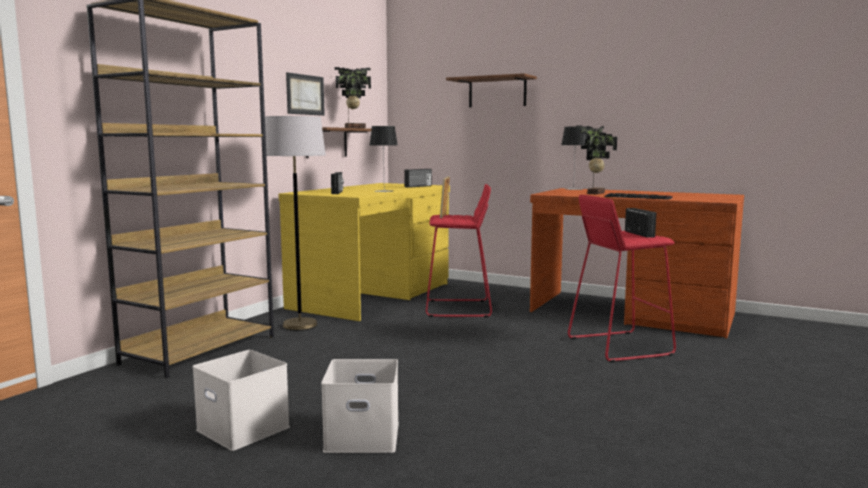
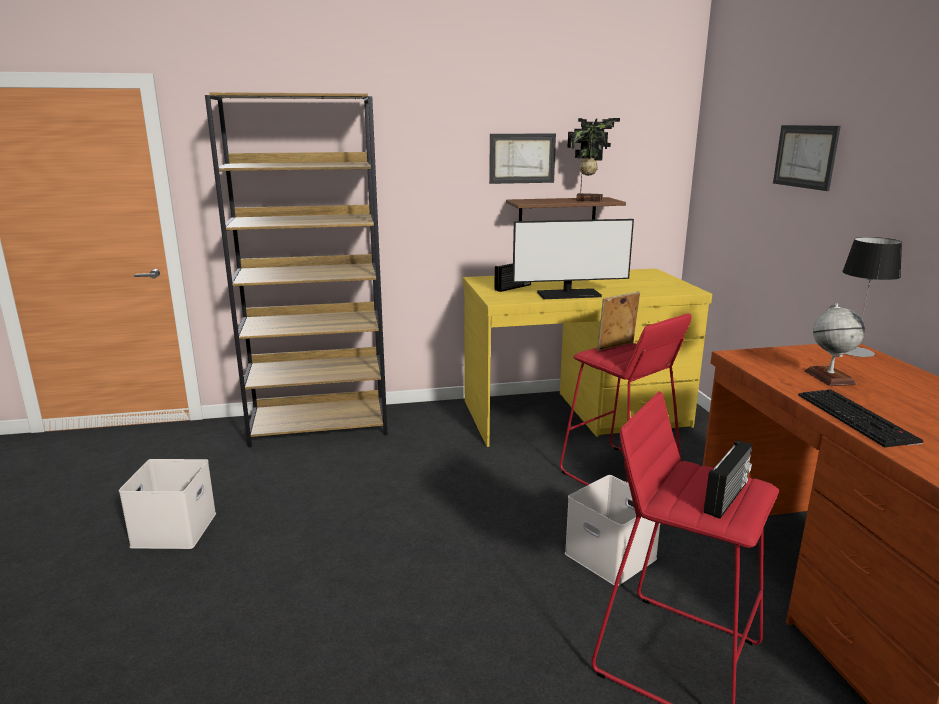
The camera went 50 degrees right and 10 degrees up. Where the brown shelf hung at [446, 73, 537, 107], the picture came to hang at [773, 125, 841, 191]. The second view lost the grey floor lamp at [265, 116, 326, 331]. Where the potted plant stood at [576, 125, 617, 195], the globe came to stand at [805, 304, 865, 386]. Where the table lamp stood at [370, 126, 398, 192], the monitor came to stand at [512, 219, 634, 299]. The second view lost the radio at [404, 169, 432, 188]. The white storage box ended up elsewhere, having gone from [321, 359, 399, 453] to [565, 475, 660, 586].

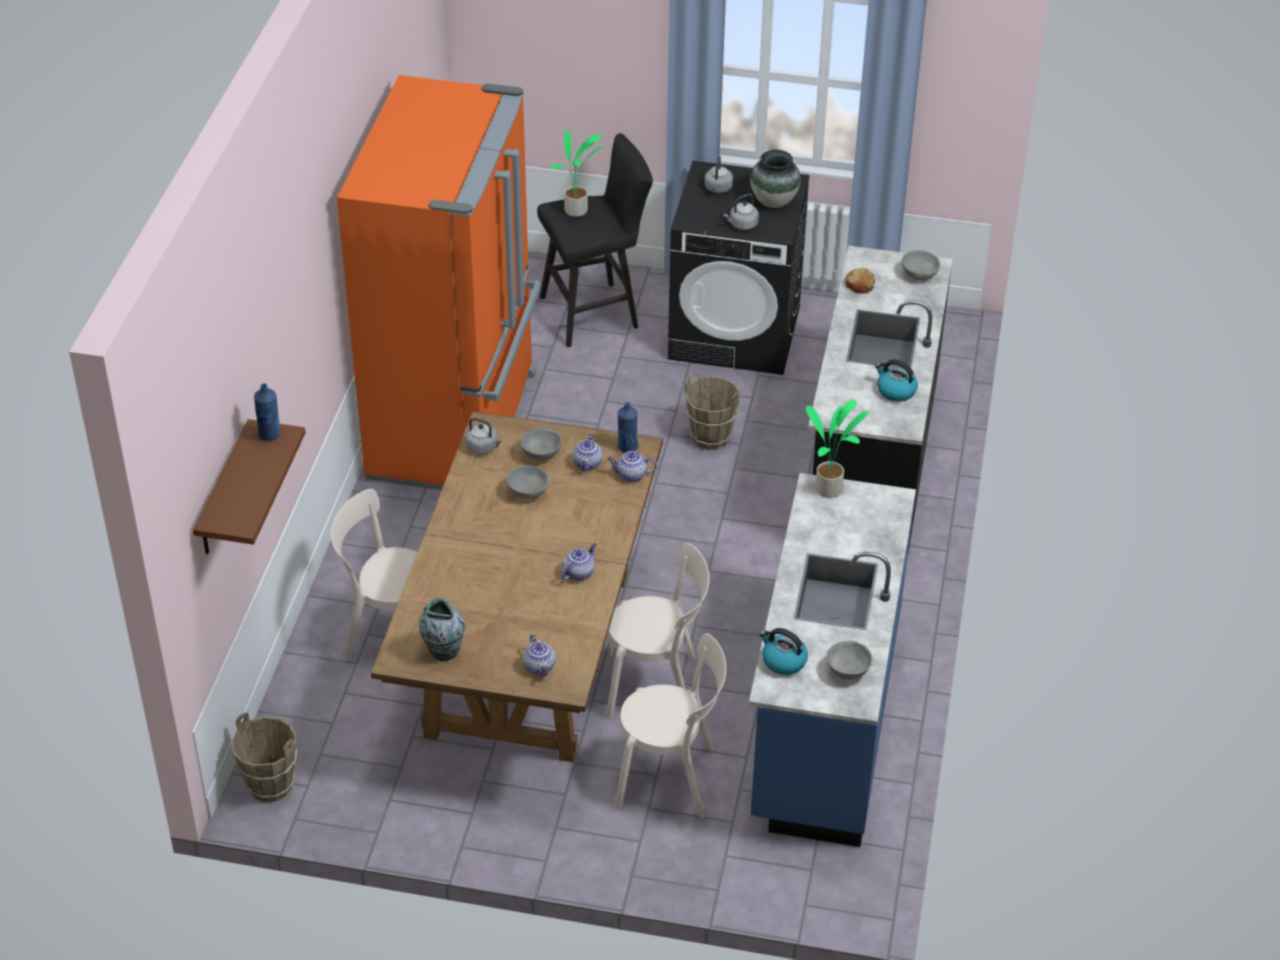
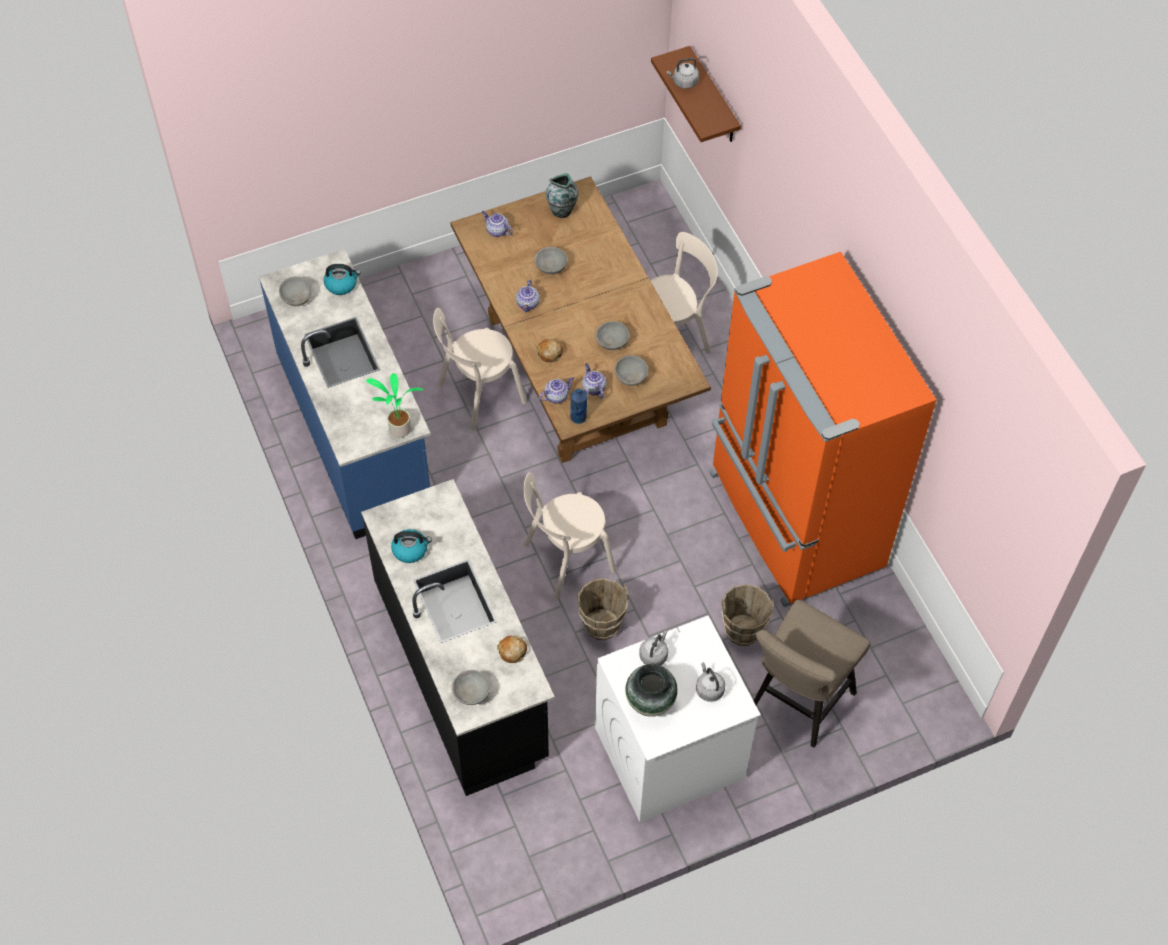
The camera went 145 degrees right and 15 degrees up. The second view lost the potted plant at [550, 130, 602, 217]. What was the black stool at [537, 133, 653, 347] turned into the beige stool at [754, 600, 871, 748]. What was the black washing machine at [668, 161, 810, 375] turned into the white washing machine at [595, 616, 761, 822]. The second view lost the blue bottle at [254, 383, 280, 441]. The grey kettle ended up elsewhere, having gone from [466, 418, 503, 455] to [666, 58, 699, 89]. The beige chair ended up elsewhere, having gone from [615, 633, 726, 818] to [523, 472, 616, 599]. The brown bucket ended up elsewhere, having gone from [231, 712, 298, 802] to [721, 584, 773, 646]. The second view gained the grey bowl at [535, 247, 568, 275]. The second view gained the bread at [536, 339, 563, 363].

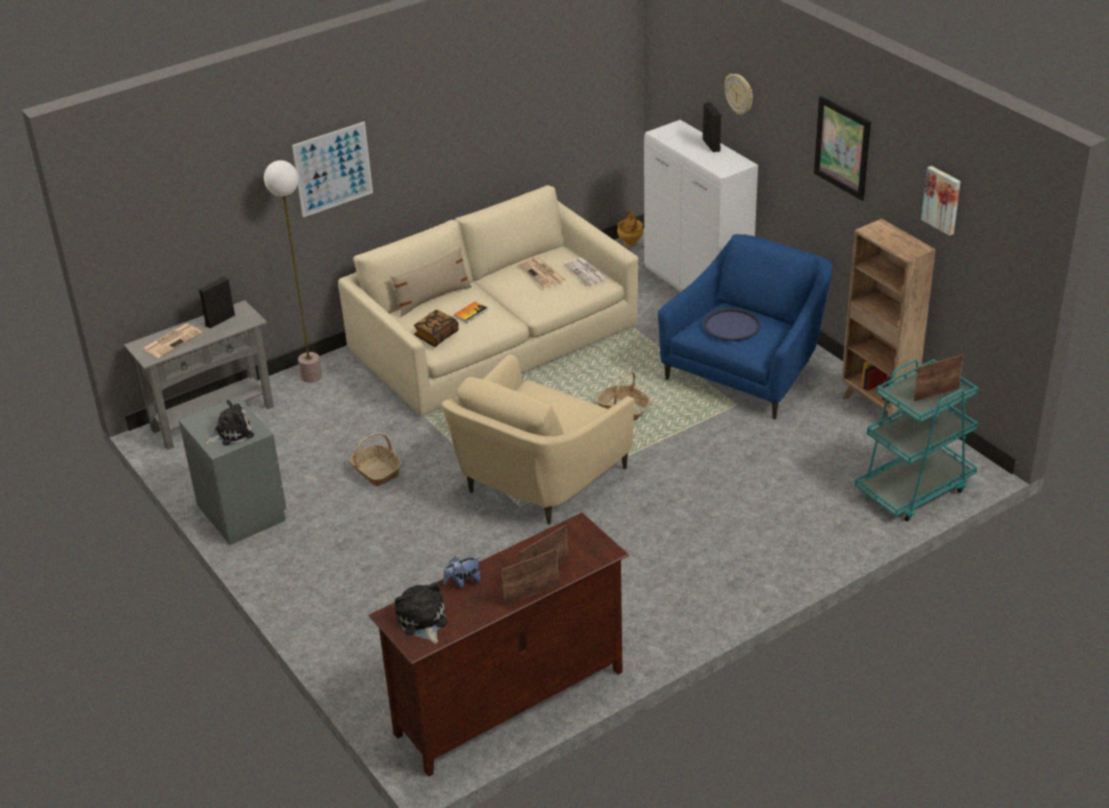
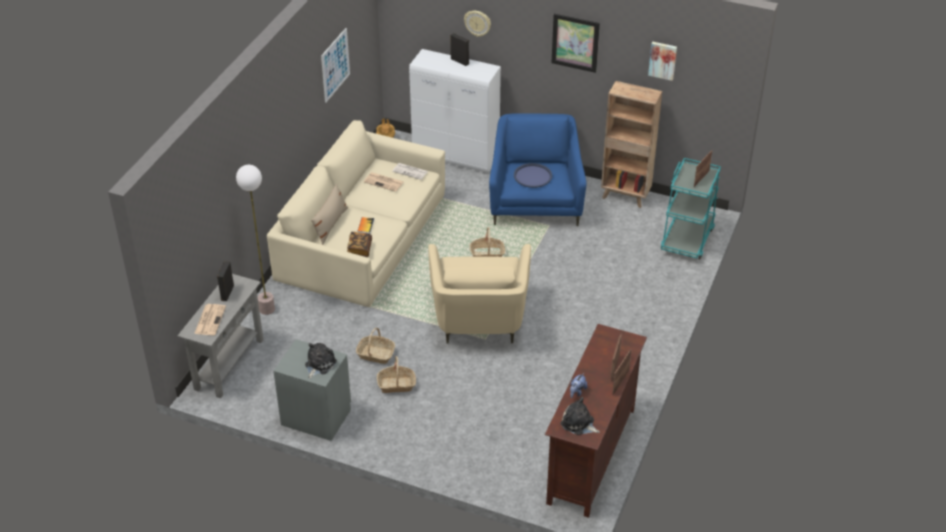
The camera went 35 degrees left and 5 degrees up. The picture ended up elsewhere, having gone from [292, 122, 373, 217] to [321, 28, 350, 103]. The second view gained the basket at [377, 356, 416, 393].

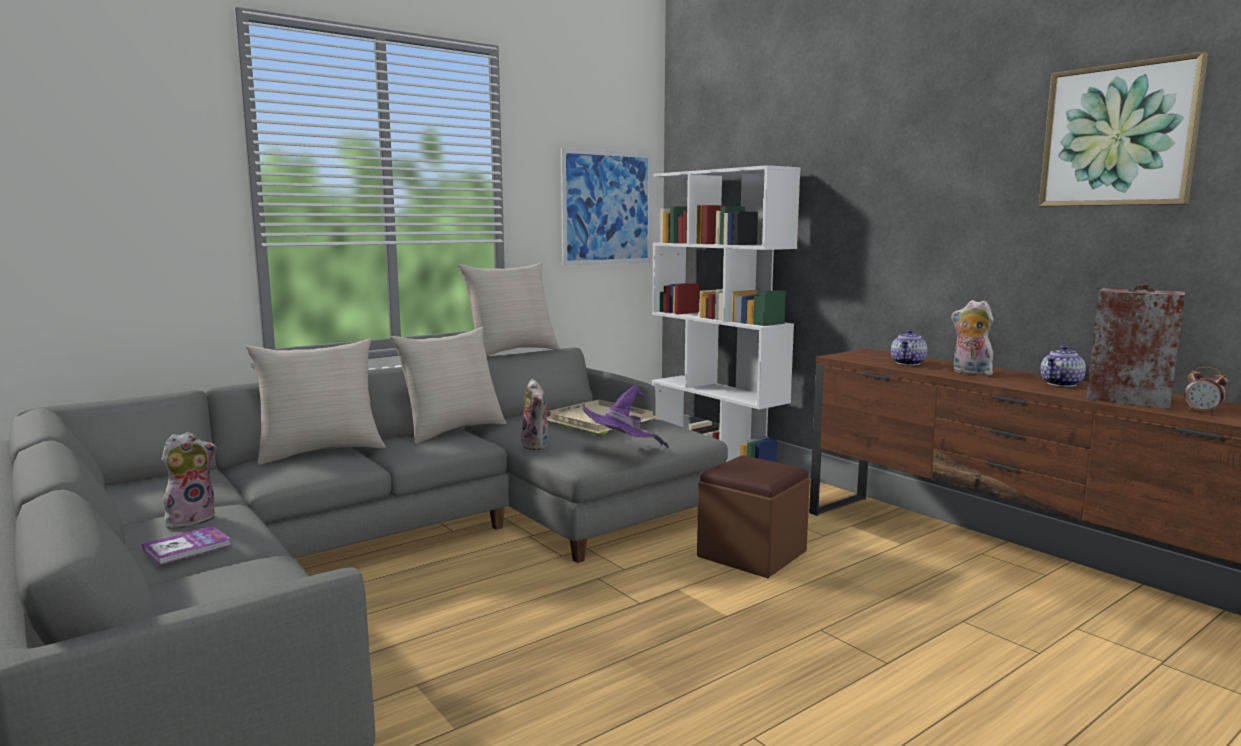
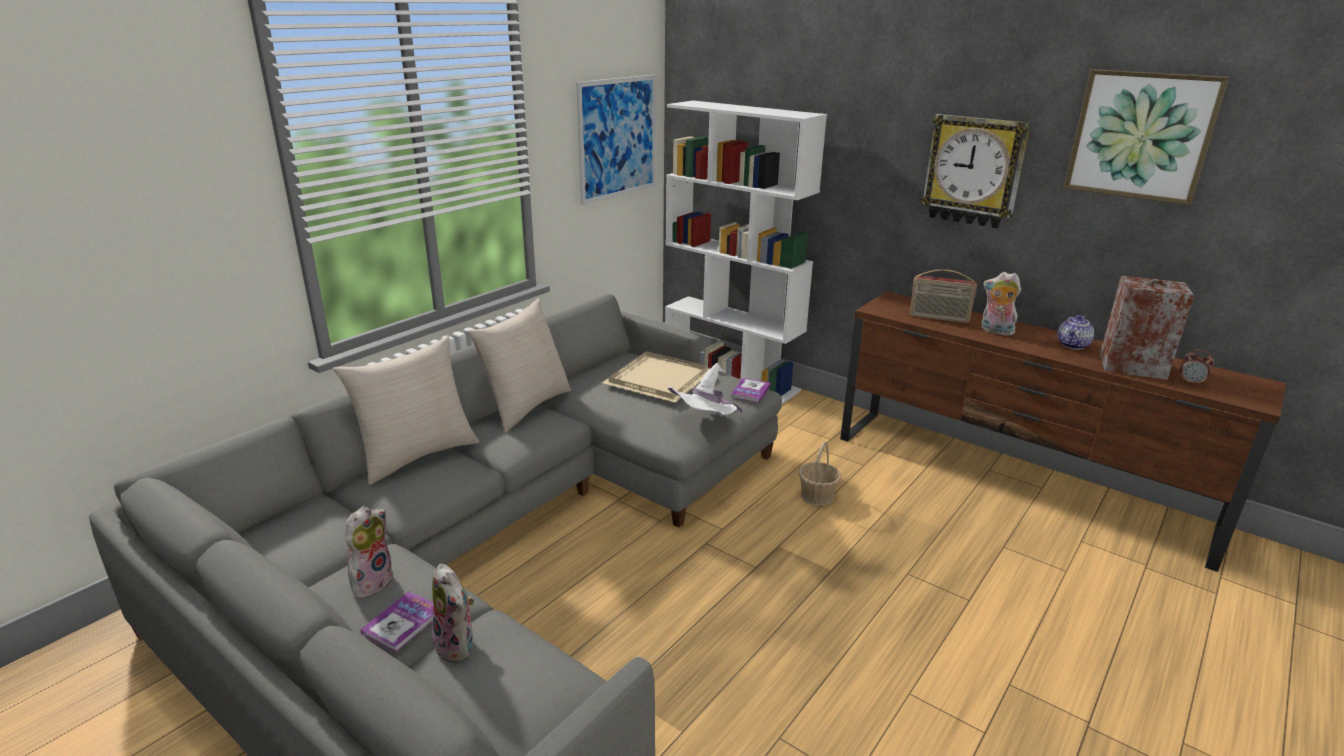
The camera went 15 degrees left and 15 degrees up. The second view lost the beige pillow at [458, 262, 560, 356]. Where the teapot stood at [891, 329, 928, 365], the radio came to stand at [909, 269, 977, 323]. The plush toy ended up elsewhere, having gone from [521, 379, 551, 450] to [432, 564, 474, 662]. What was the purple hat at [582, 385, 669, 449] turned into the white hat at [667, 363, 743, 415]. Where the brown ottoman stood at [697, 455, 810, 578], the basket came to stand at [799, 441, 841, 506]. The second view gained the wall clock at [921, 114, 1031, 229]. The second view gained the book at [731, 378, 770, 403].

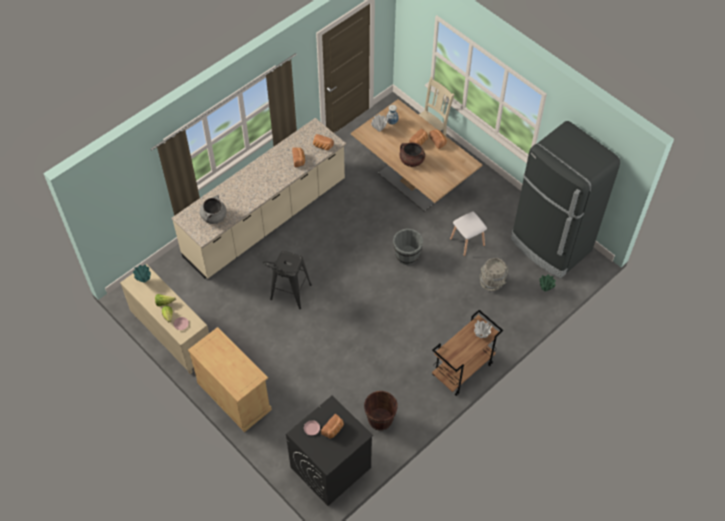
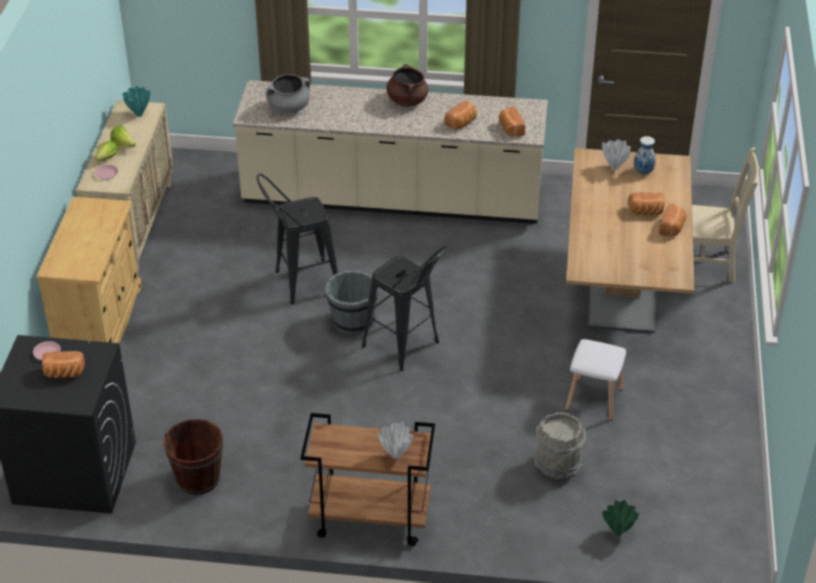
The camera went 50 degrees right and 15 degrees down. The second view lost the black fridge at [511, 121, 620, 278]. The brown cooking pot ended up elsewhere, having gone from [400, 142, 425, 167] to [387, 64, 428, 107]. The grey bucket ended up elsewhere, having gone from [393, 228, 423, 265] to [325, 270, 379, 335]. The second view gained the black stool at [362, 245, 448, 371].

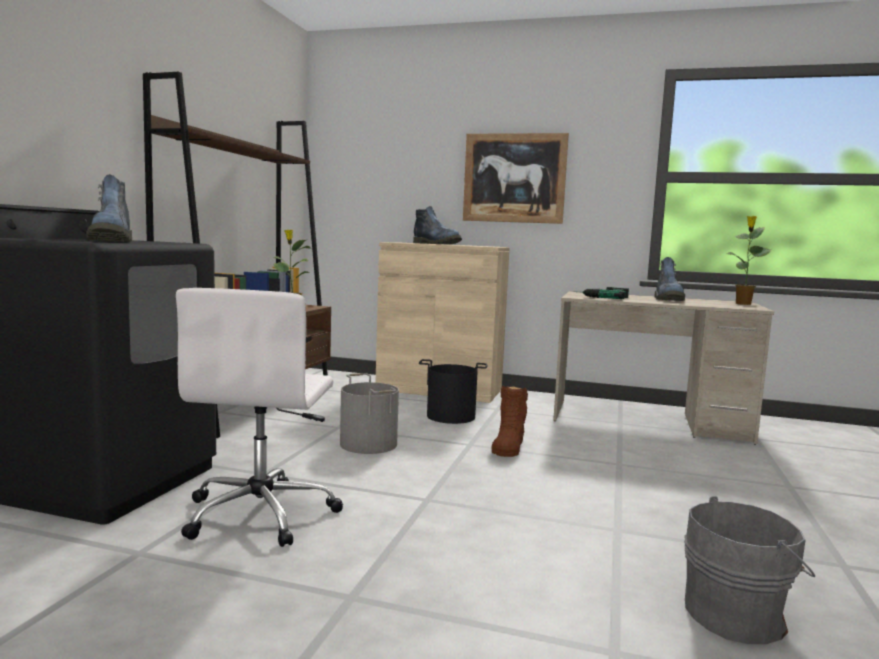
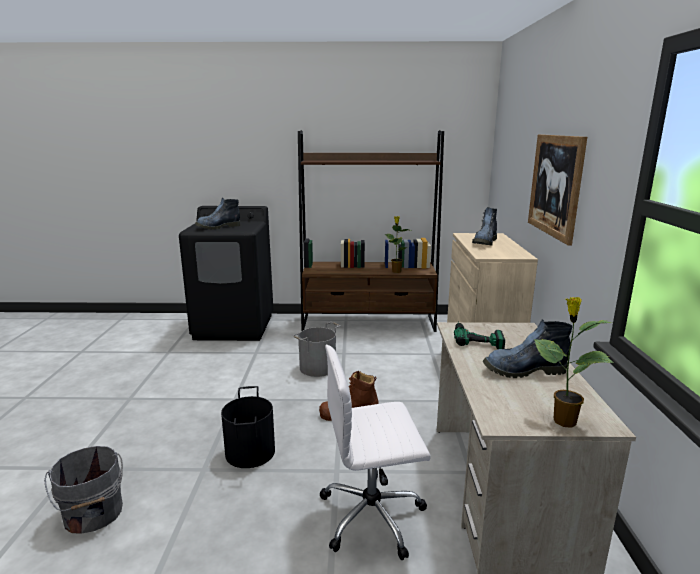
The camera went 75 degrees right and 10 degrees up. The white office chair ended up elsewhere, having gone from [176, 288, 343, 547] to [320, 345, 431, 561]. The black bucket ended up elsewhere, having gone from [419, 359, 488, 424] to [221, 386, 275, 468].

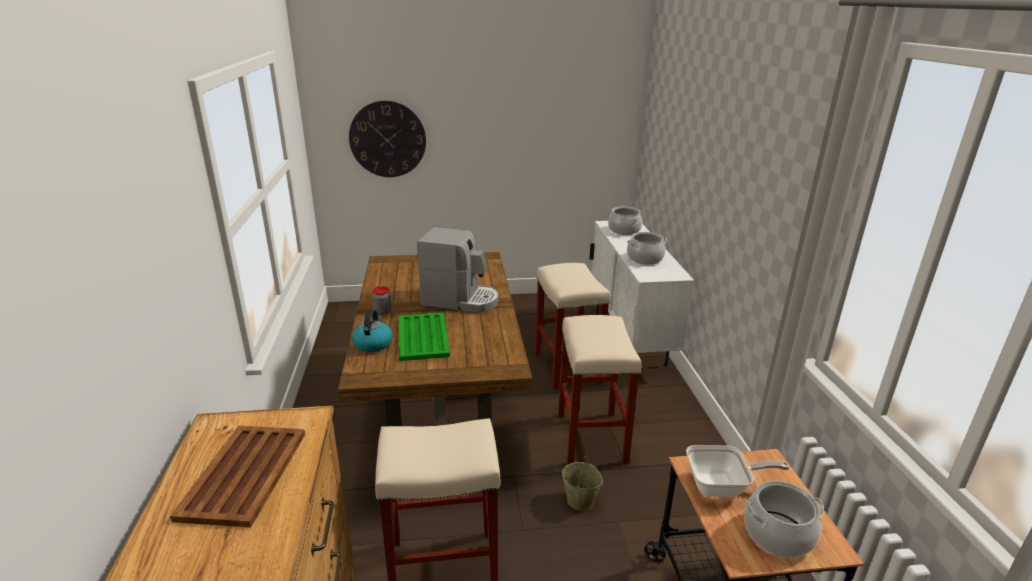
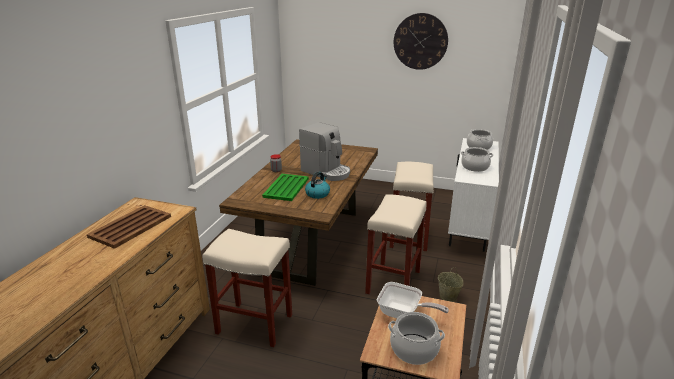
The camera went 25 degrees right and 0 degrees up. The wall clock ended up elsewhere, having gone from [349, 101, 426, 177] to [394, 13, 448, 70]. The kettle ended up elsewhere, having gone from [352, 309, 393, 352] to [305, 172, 330, 199]. The beige bucket ended up elsewhere, having gone from [562, 456, 603, 511] to [438, 267, 463, 302].

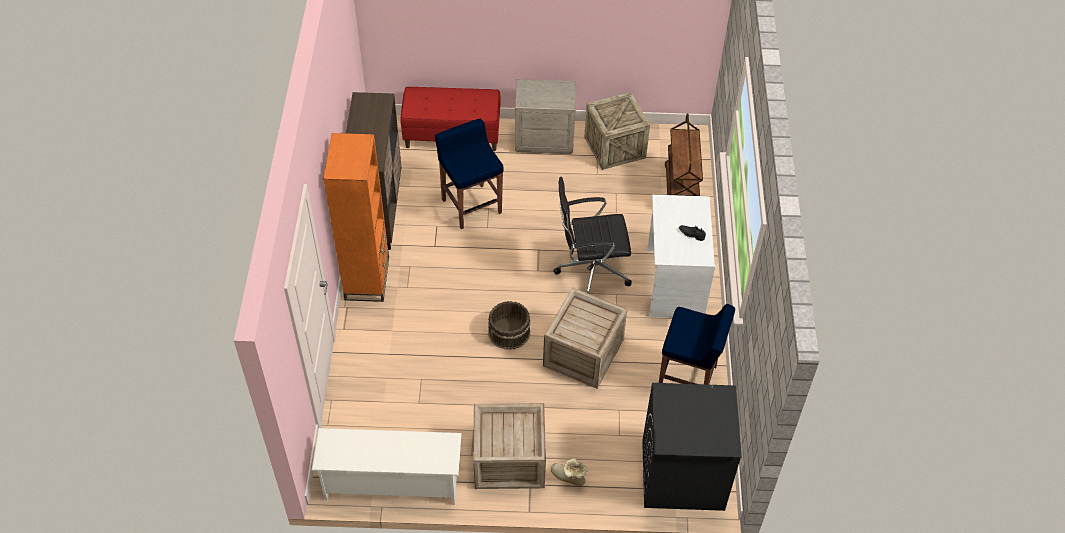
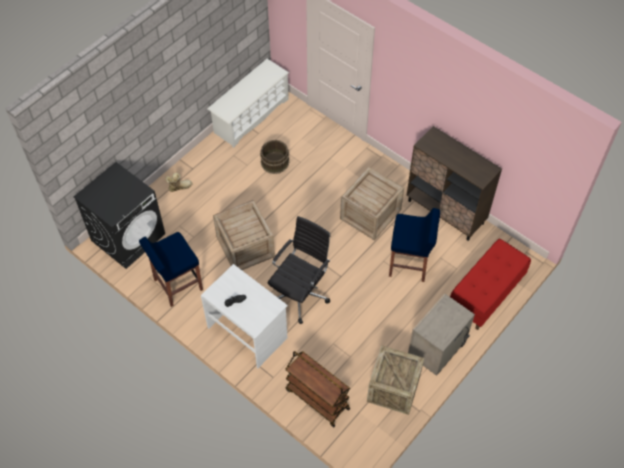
The camera went 130 degrees right and 5 degrees up. The second view lost the orange bookcase at [323, 133, 389, 302]. The brown bucket ended up elsewhere, having gone from [488, 301, 531, 350] to [260, 140, 289, 174]. The crate ended up elsewhere, having gone from [473, 403, 546, 489] to [340, 167, 404, 241].

